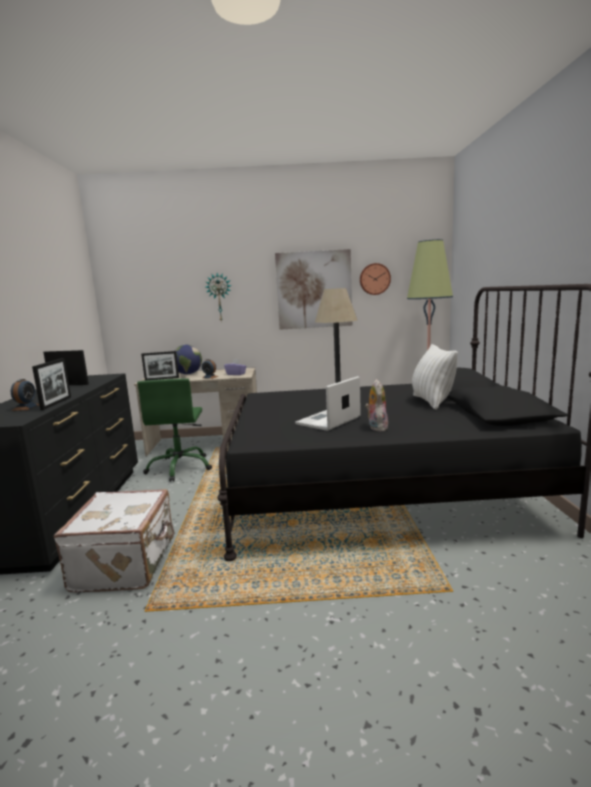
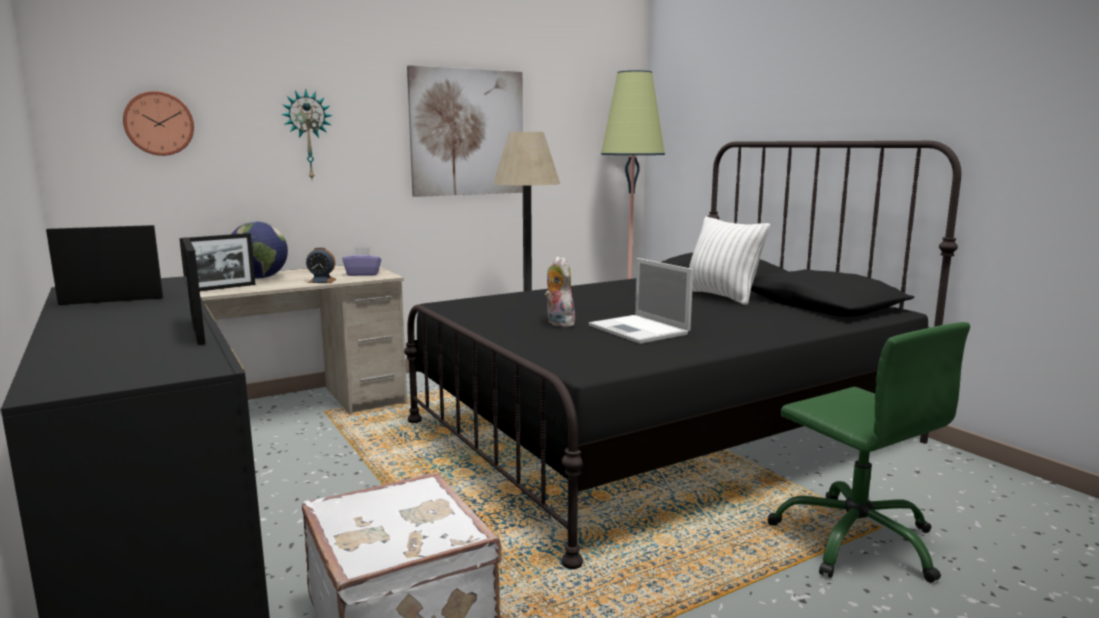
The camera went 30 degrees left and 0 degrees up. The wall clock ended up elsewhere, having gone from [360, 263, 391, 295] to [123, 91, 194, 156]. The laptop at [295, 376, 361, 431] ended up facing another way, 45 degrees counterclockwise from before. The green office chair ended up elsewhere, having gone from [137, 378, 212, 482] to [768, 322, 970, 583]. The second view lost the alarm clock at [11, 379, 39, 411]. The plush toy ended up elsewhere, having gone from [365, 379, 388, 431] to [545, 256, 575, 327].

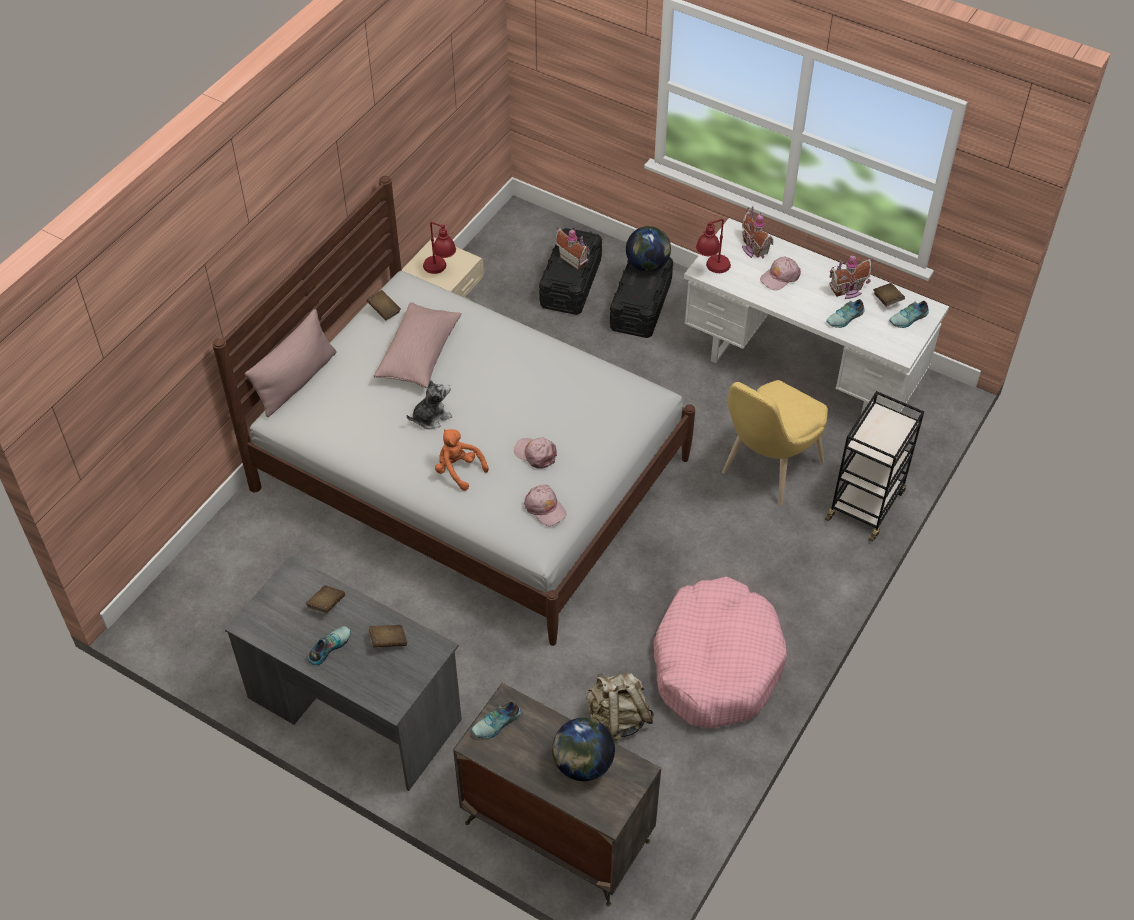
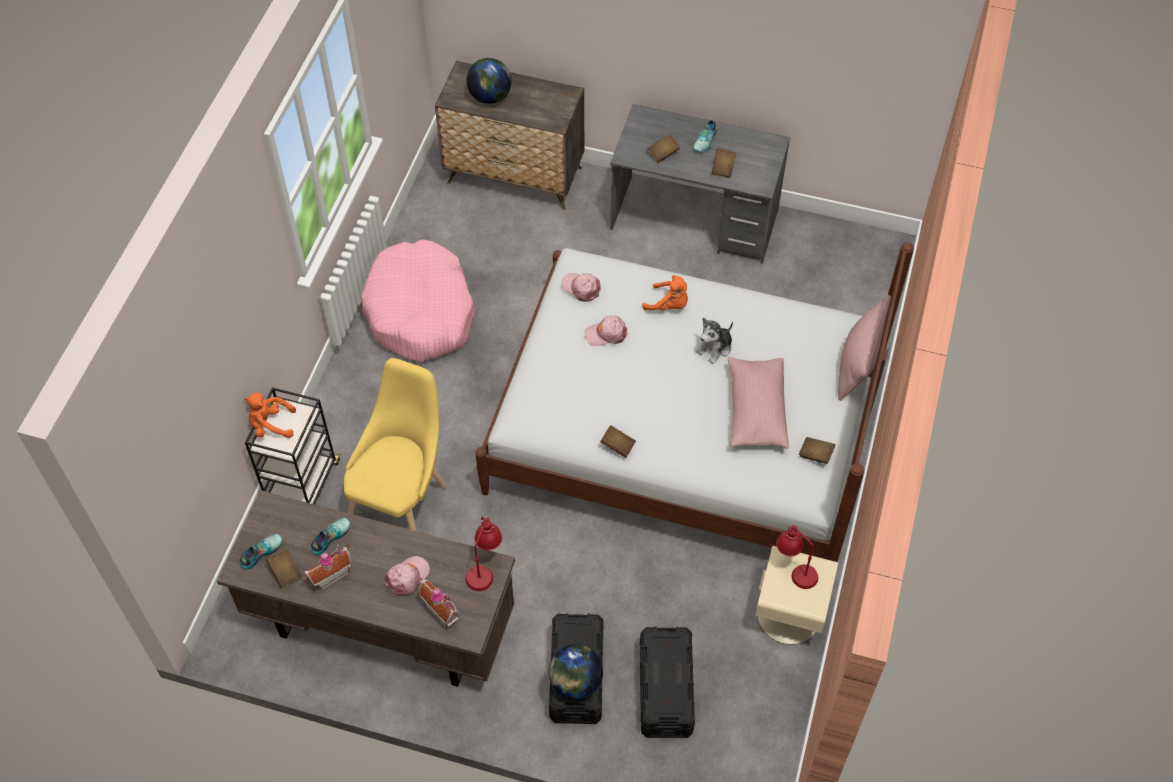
The camera went 165 degrees right and 5 degrees up. What was the white desk at [684, 218, 949, 424] turned into the brown desk at [217, 490, 515, 687]. The second view lost the toy house at [556, 227, 590, 270]. The pink cap at [514, 437, 557, 469] ended up facing another way, 150 degrees clockwise from before. The second view lost the beige backpack at [586, 673, 654, 741]. The second view lost the shoe at [472, 702, 521, 739]. The second view gained the orange plush toy at [244, 392, 296, 438]. The second view gained the brown book at [600, 425, 636, 458].

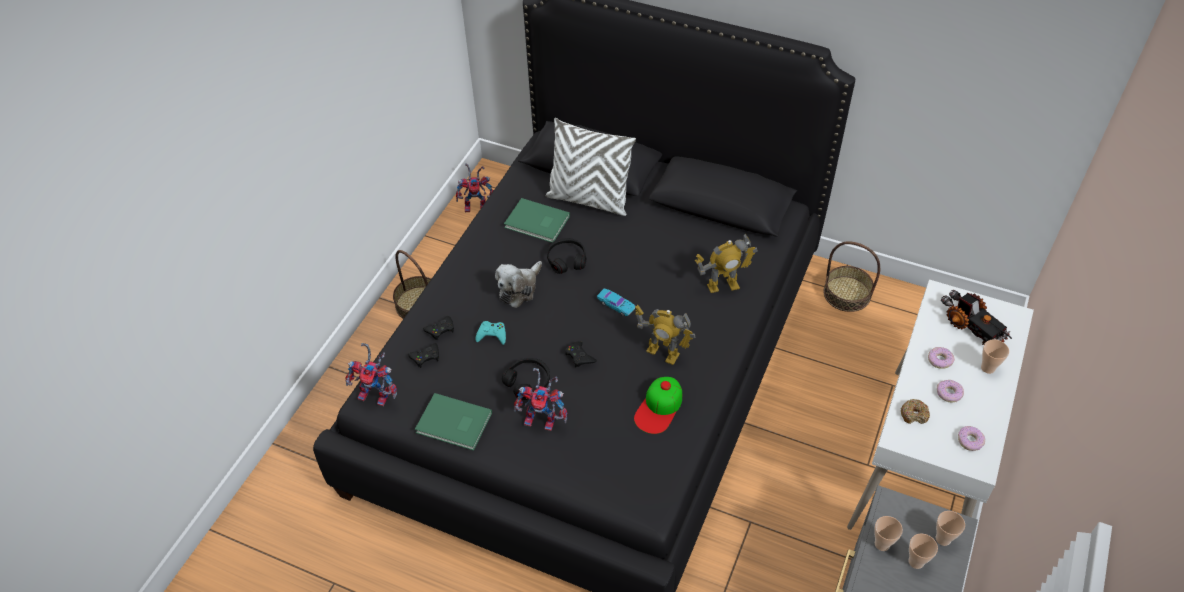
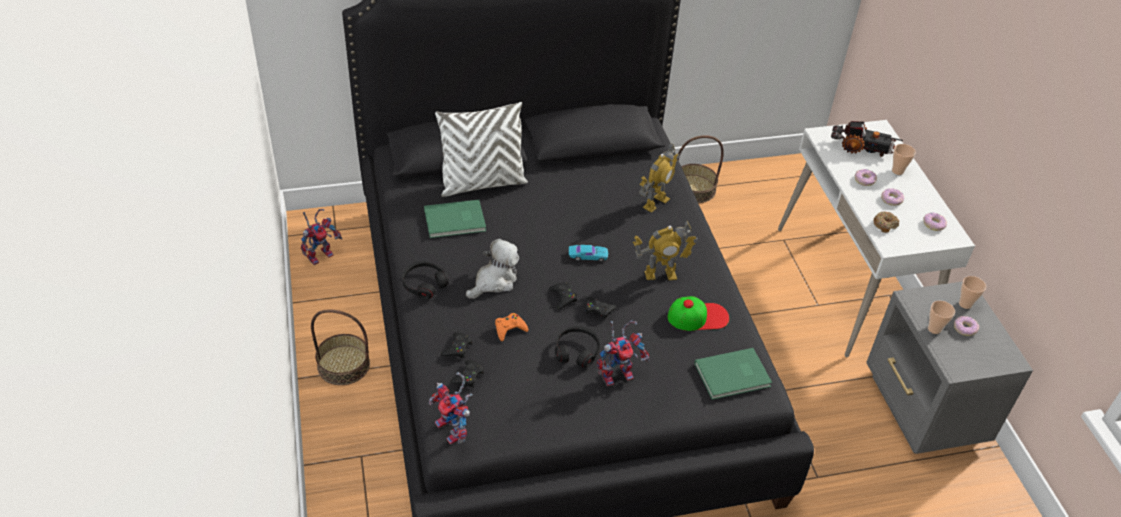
The camera went 40 degrees left and 5 degrees down. The black headphones ended up elsewhere, having gone from [547, 238, 586, 274] to [402, 262, 449, 299]. The plush toy at [495, 261, 542, 308] ended up facing another way, 135 degrees counterclockwise from before. What was the turquoise game controller at [476, 321, 506, 345] turned into the orange game controller at [495, 313, 528, 341]. The toy robot at [346, 343, 397, 406] ended up facing another way, 75 degrees clockwise from before. The cap at [634, 377, 682, 434] ended up facing another way, 90 degrees counterclockwise from before. The green book ended up elsewhere, having gone from [415, 393, 492, 451] to [694, 348, 772, 400]. Where the cup stood at [908, 533, 938, 569], the donut came to stand at [954, 316, 979, 336]. The second view gained the black game controller at [548, 282, 577, 310].

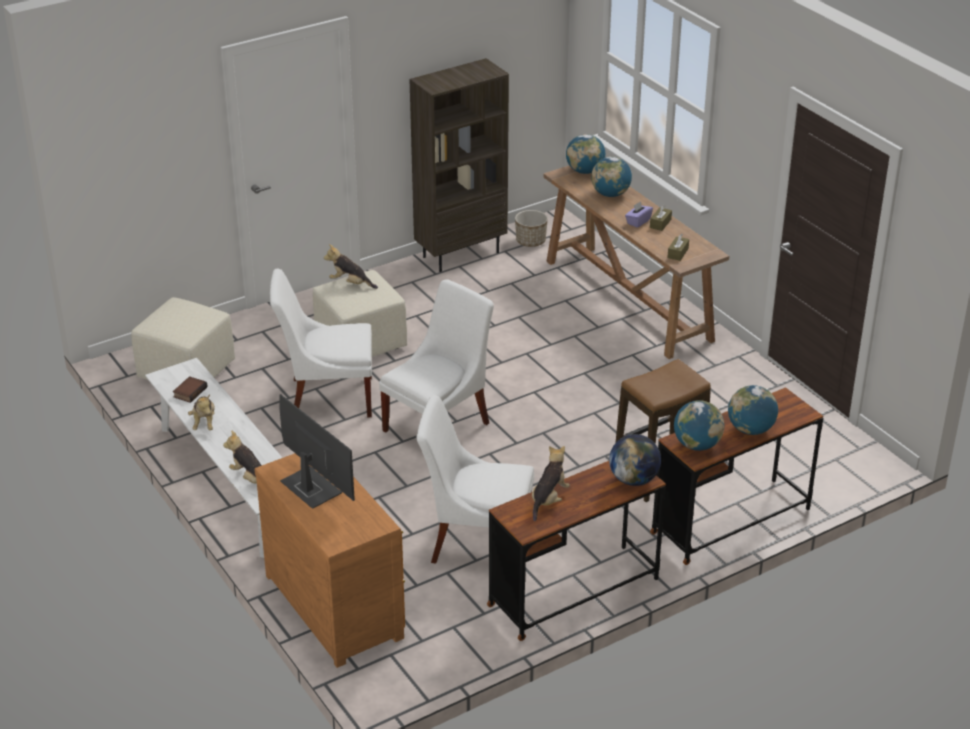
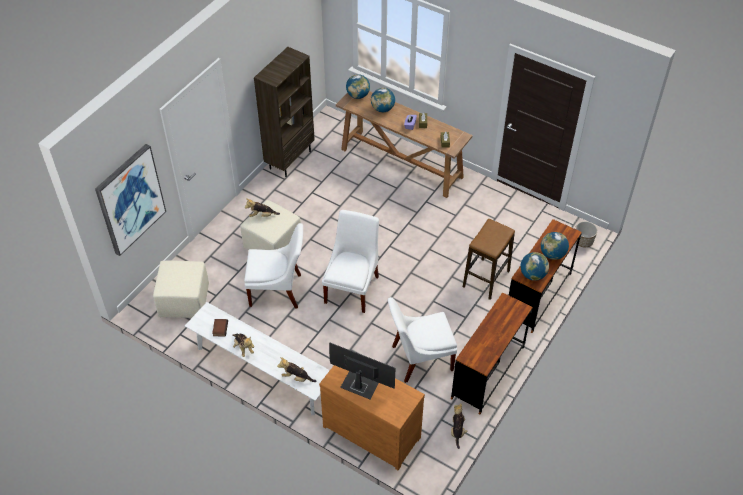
The camera went 25 degrees left and 15 degrees up. The planter ended up elsewhere, having gone from [515, 210, 548, 247] to [575, 221, 598, 247]. The white chair at [270, 269, 372, 417] ended up facing another way, 150 degrees counterclockwise from before. The second view lost the globe at [609, 434, 661, 486]. The plush toy ended up elsewhere, having gone from [532, 446, 570, 521] to [451, 403, 468, 449]. The second view gained the picture at [95, 144, 166, 256].

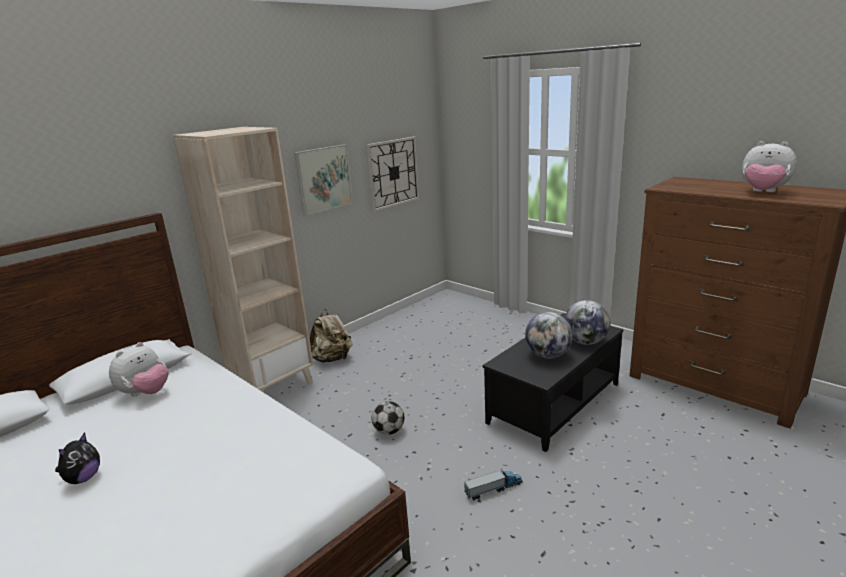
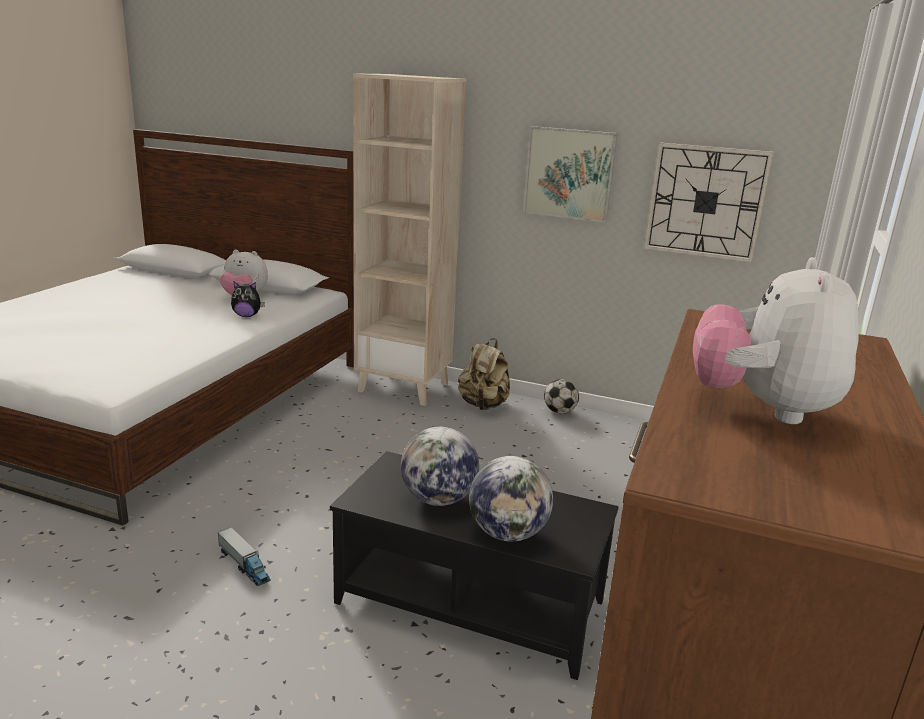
The camera went 65 degrees right and 0 degrees up. The football ended up elsewhere, having gone from [371, 401, 404, 435] to [544, 379, 579, 414]. The plush toy ended up elsewhere, having gone from [55, 433, 100, 484] to [231, 281, 265, 317].

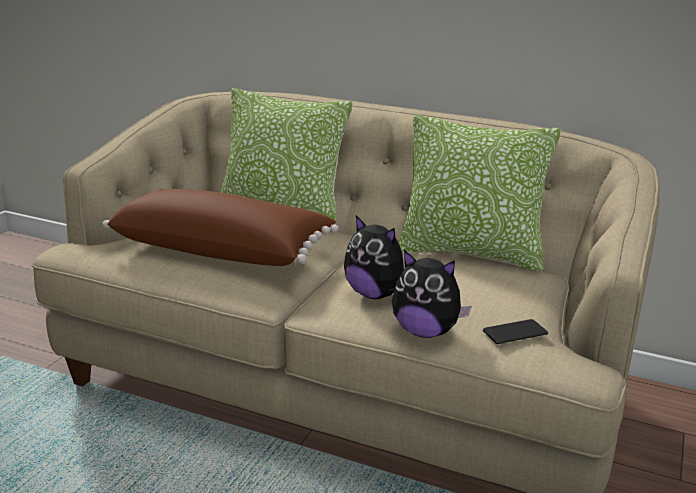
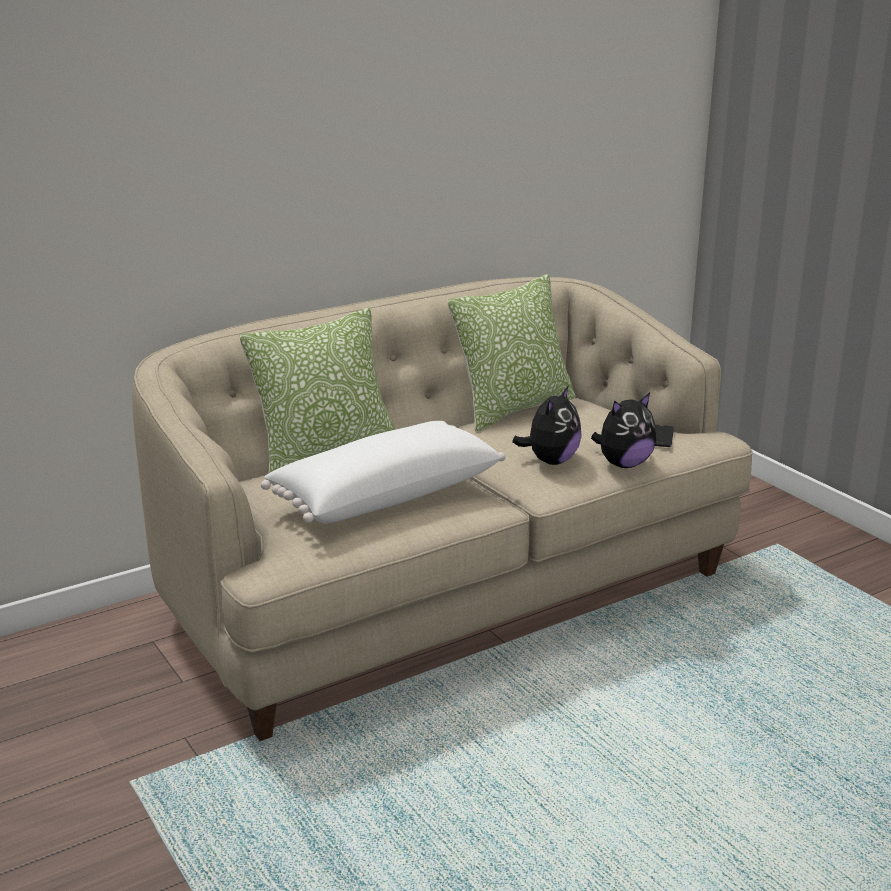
The camera went 55 degrees left and 0 degrees up. What was the brown pillow at [102, 189, 339, 266] turned into the white pillow at [261, 421, 506, 524]. The plush toy at [344, 215, 404, 299] ended up facing another way, 45 degrees counterclockwise from before.

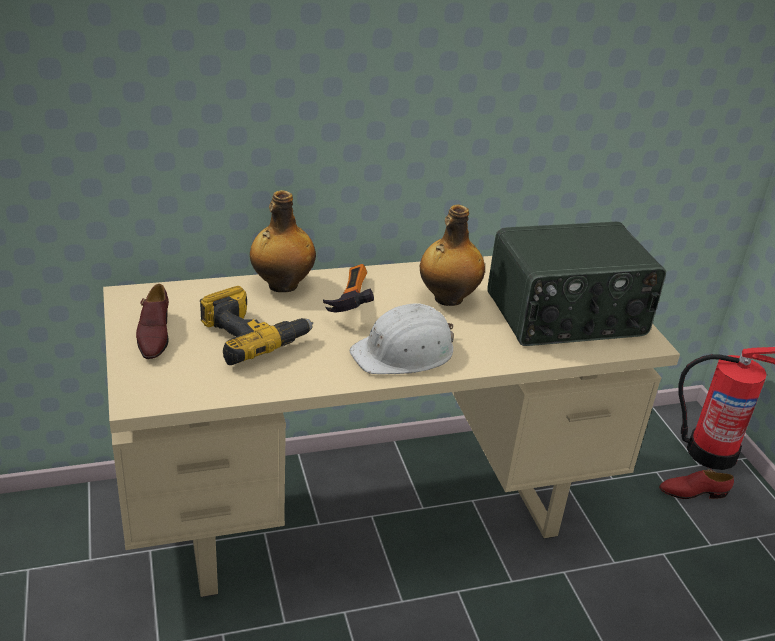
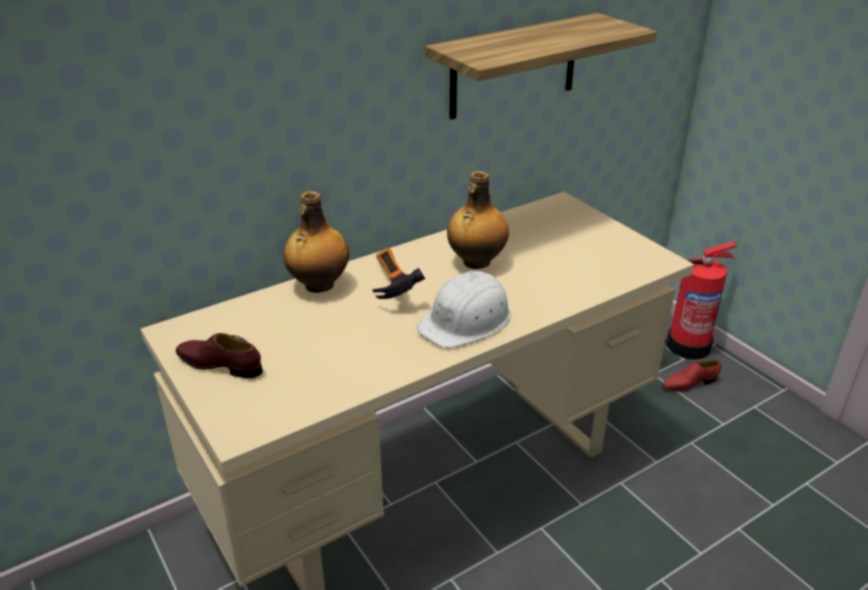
The camera went 15 degrees left and 0 degrees up. The second view lost the radio at [487, 222, 666, 346]. The brown shoe at [136, 284, 169, 359] ended up facing another way, 135 degrees clockwise from before. The second view lost the power drill at [200, 286, 313, 365]. The second view gained the shelf at [425, 13, 657, 119].

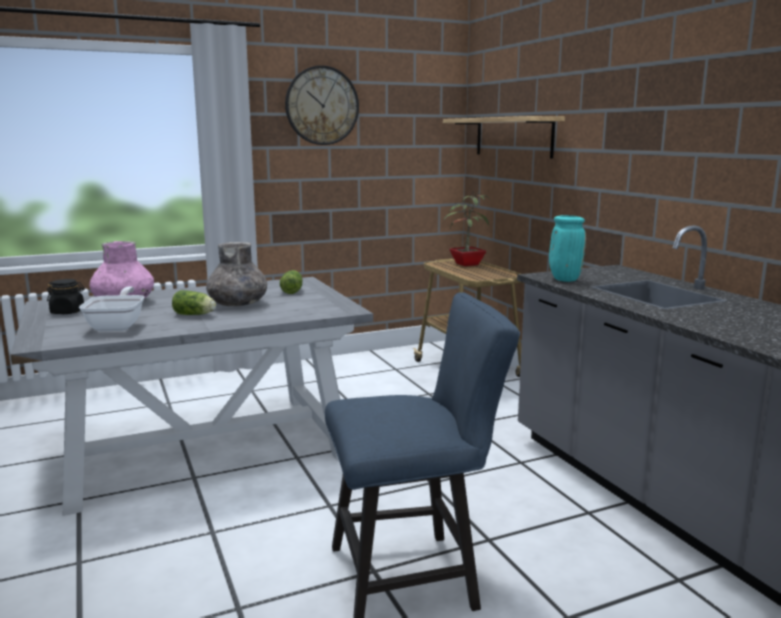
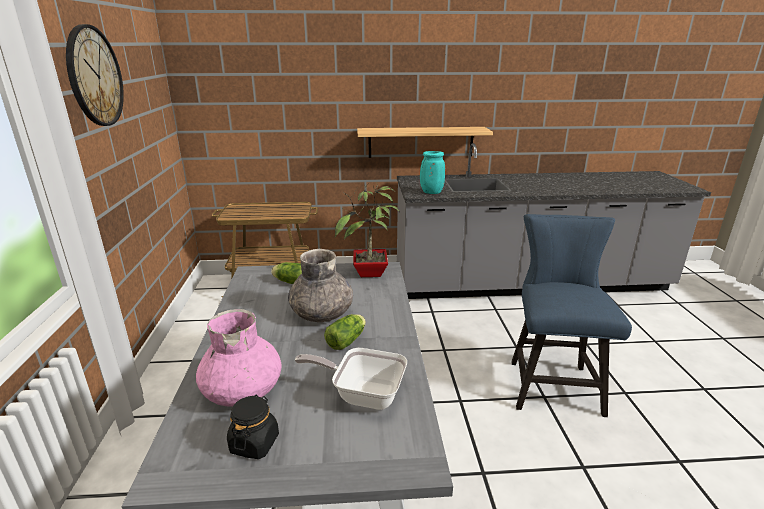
The camera went 70 degrees left and 10 degrees up. The shelf ended up elsewhere, having gone from [443, 116, 565, 159] to [357, 127, 493, 158]. The potted plant ended up elsewhere, having gone from [442, 191, 490, 266] to [335, 182, 400, 277].

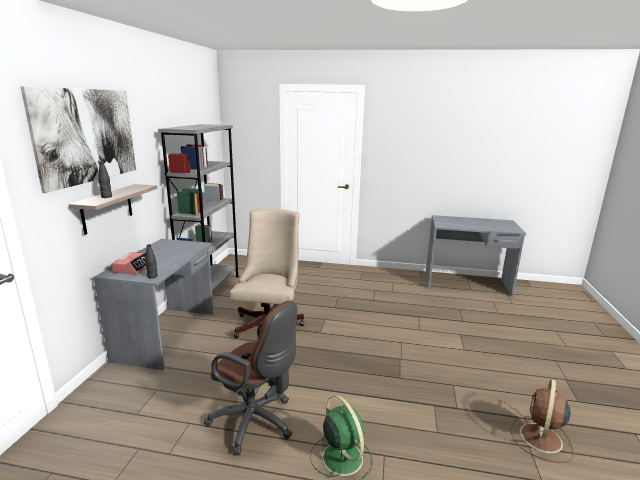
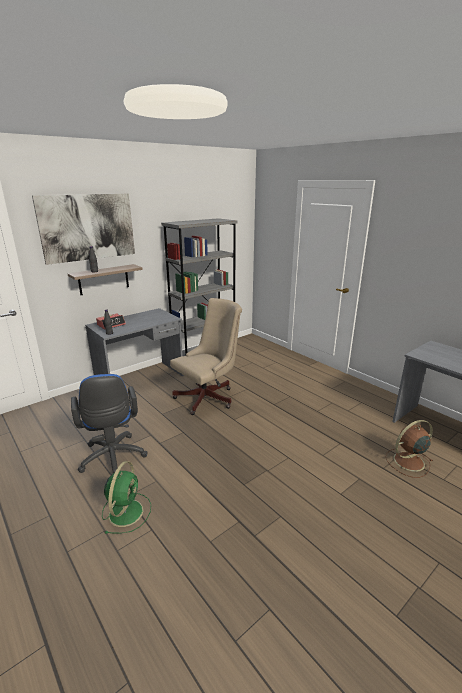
The camera went 40 degrees right and 5 degrees up. What was the brown office chair at [204, 300, 297, 455] turned into the blue office chair at [71, 374, 147, 473]. The brown fan ended up elsewhere, having gone from [511, 379, 573, 463] to [386, 420, 433, 478].

